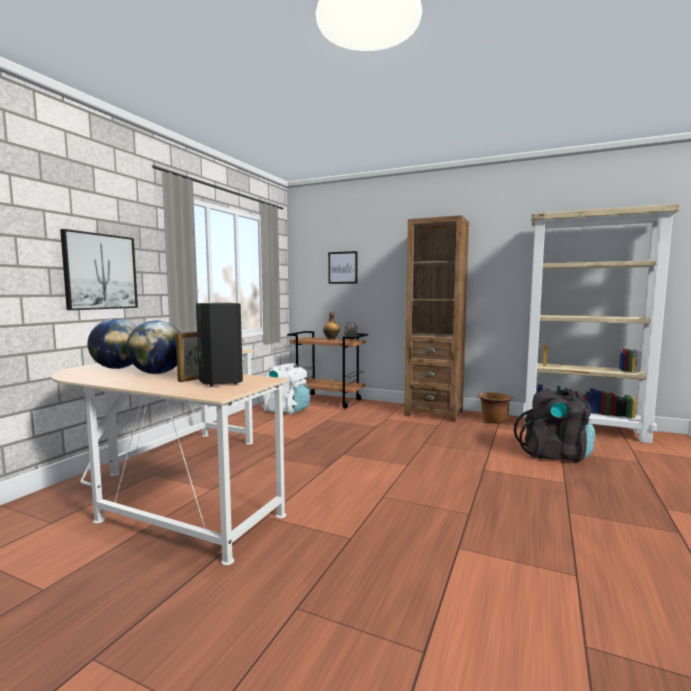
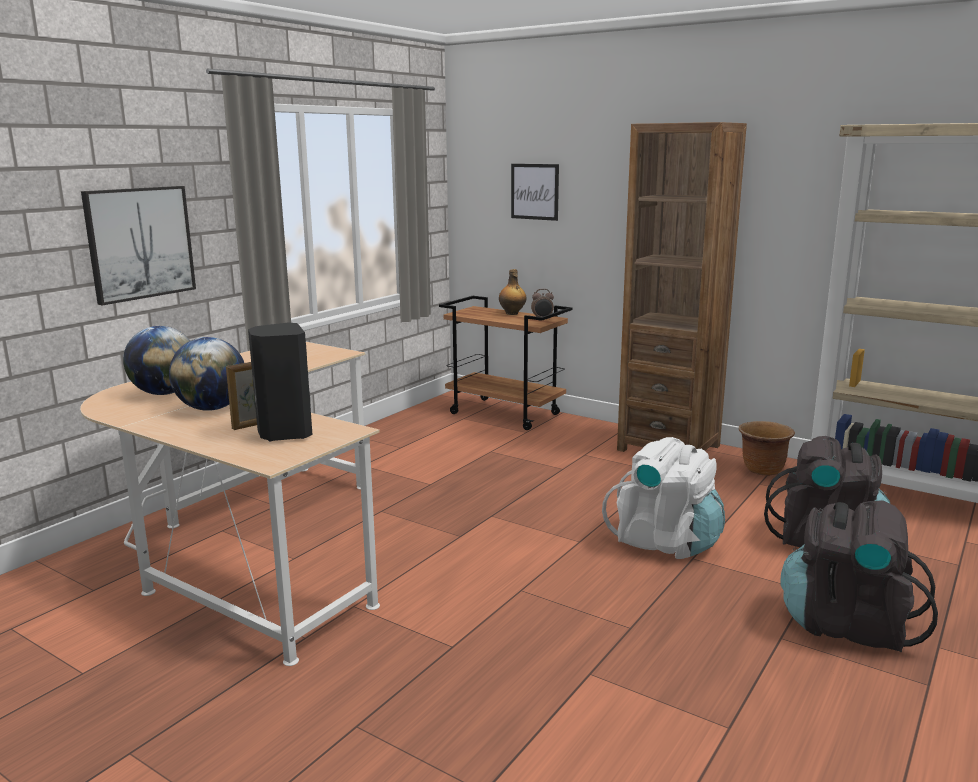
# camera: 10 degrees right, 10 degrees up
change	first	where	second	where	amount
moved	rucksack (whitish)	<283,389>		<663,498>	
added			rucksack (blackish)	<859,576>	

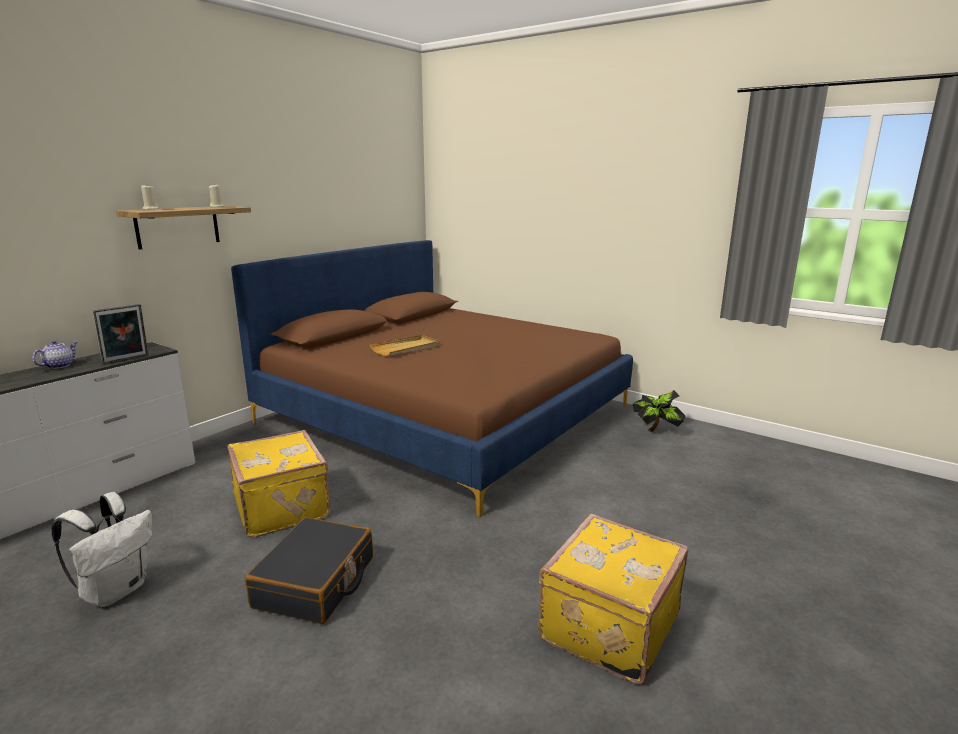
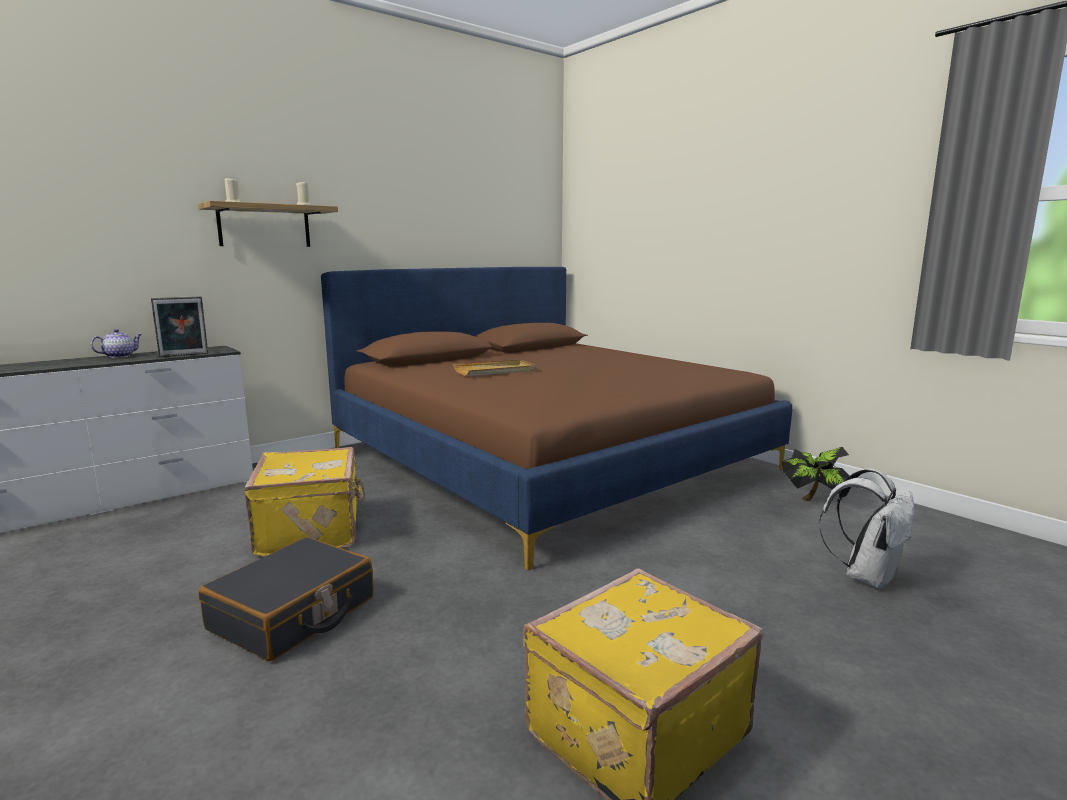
# camera: 15 degrees right, 5 degrees down
change	first	where	second	where	amount
moved	rucksack (whitish)	<101,549>		<866,528>	

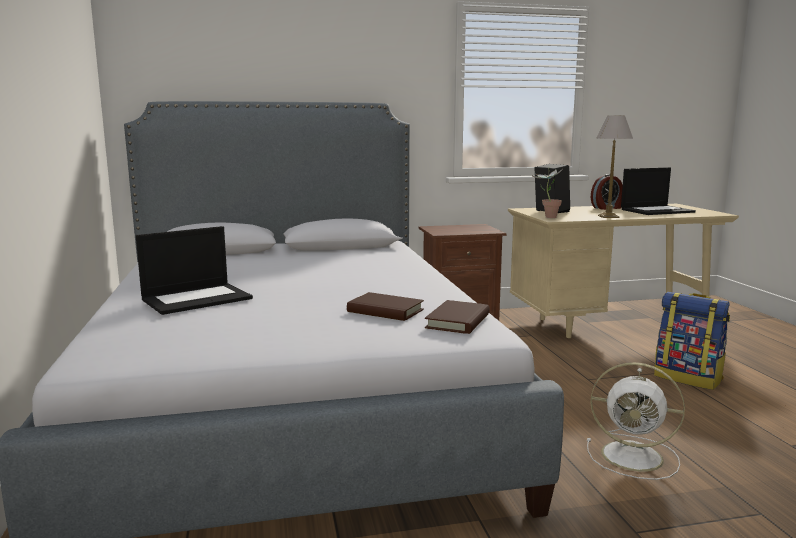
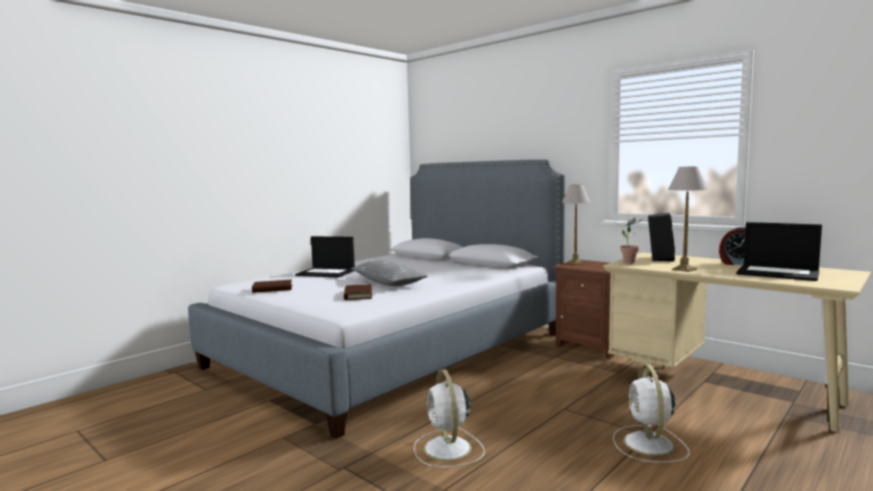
# camera: 55 degrees right, 5 degrees down
change	first	where	second	where	amount
replaced	rucksack	<692,341>	electric fan (whitish)	<651,414>	
moved	volume (brownish)	<457,317>		<272,286>	
added			lamp for a table	<576,225>	
added			throw pillow (greyish)	<389,273>	

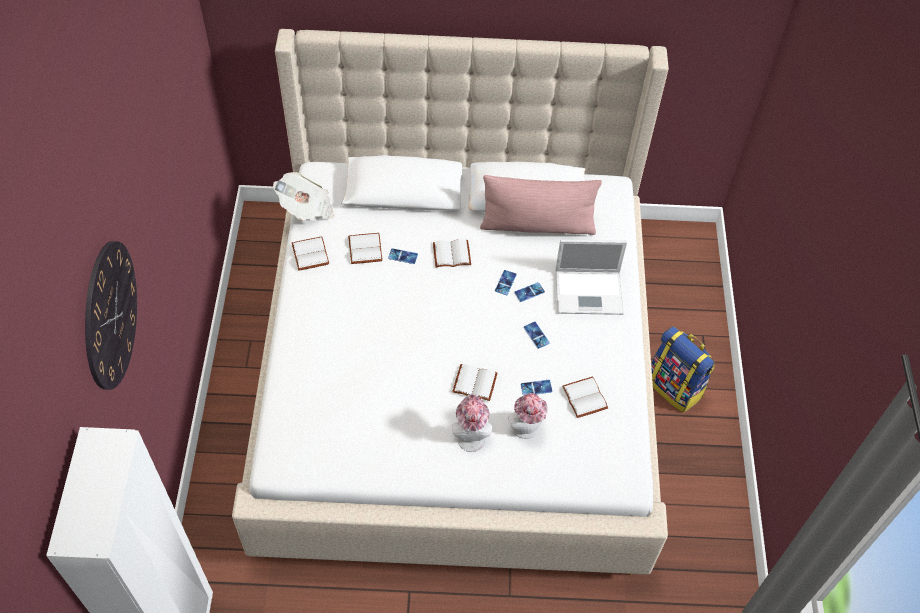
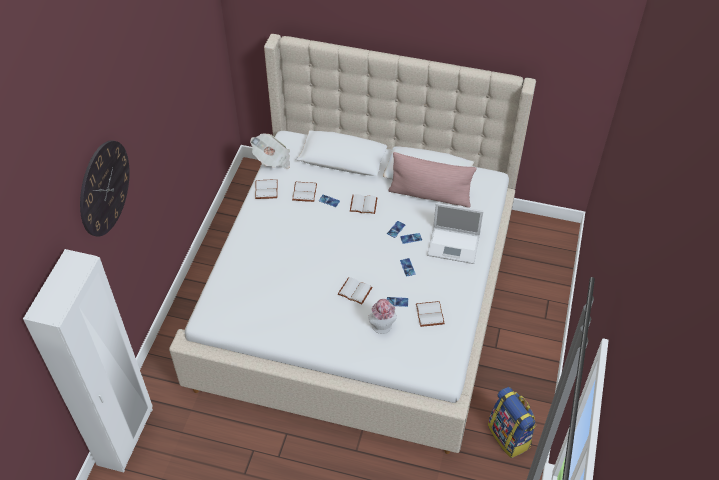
# camera: 15 degrees right, 5 degrees down
change	first	where	second	where	amount
moved	rucksack	<683,370>		<512,422>	
removed	clothing hat	<472,423>			

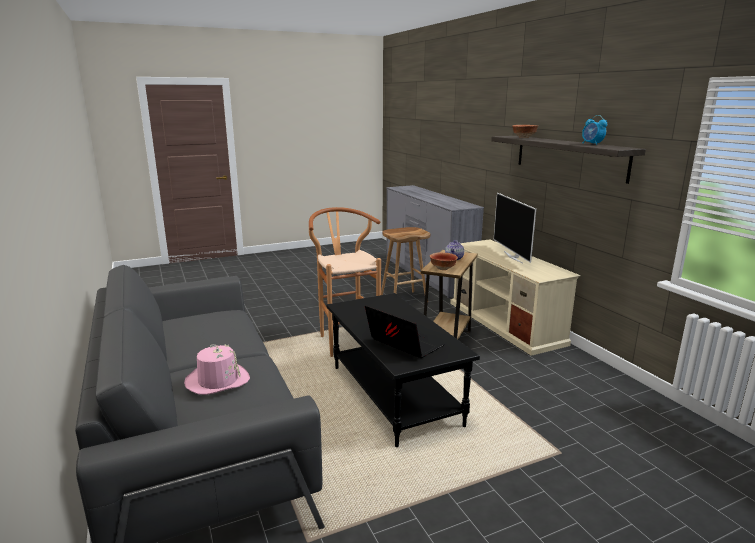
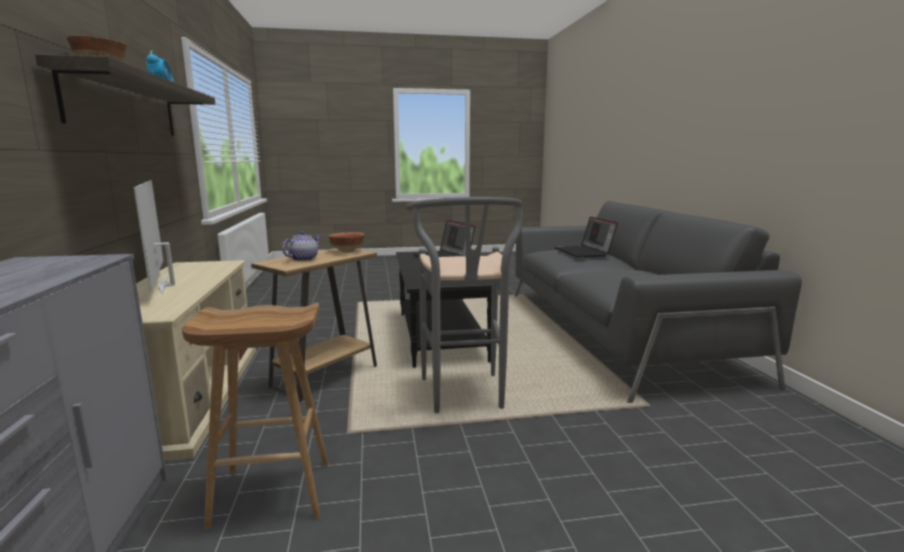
# camera: 165 degrees left, 5 degrees down
change	first	where	second	where	amount
turned	television	<515,228>		<154,237>	150 degrees clockwise
recoloured	stool seat (brownish)	<345,282>	stool seat (greyish)	<464,305>	
replaced	clothing hat (pinkish)	<217,369>	portable computer	<586,237>	

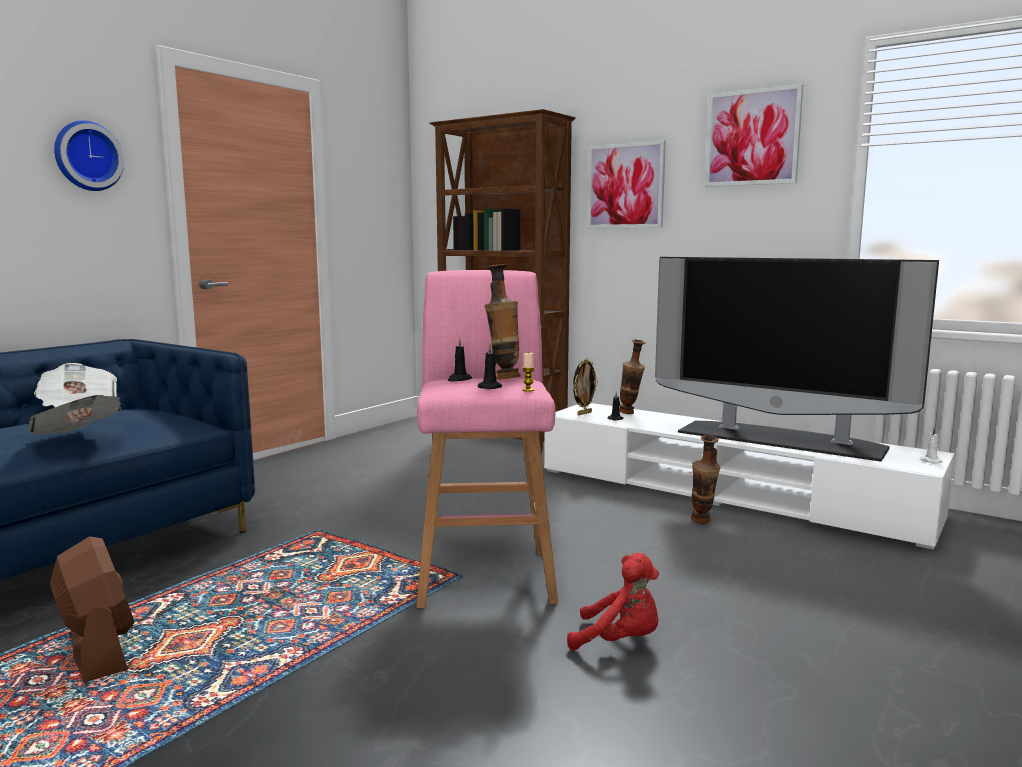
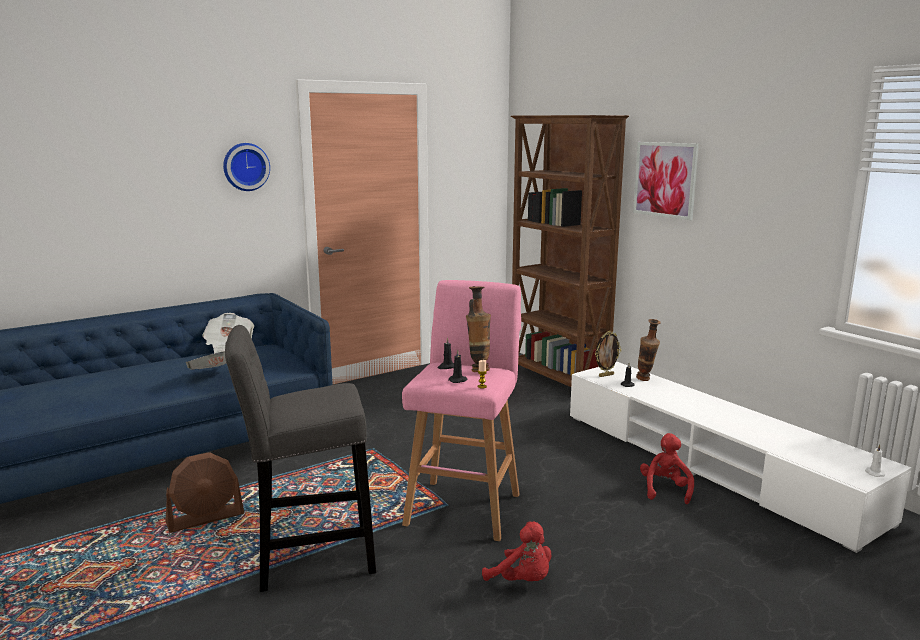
# camera: 20 degrees right, 5 degrees up
change	first	where	second	where	amount
removed	picture	<754,135>			
removed	television	<797,359>			
replaced	vase	<705,479>	cuddly toy (red-coloured)	<667,468>	
turned	electric fan (brownish)	<92,609>		<204,492>	75 degrees clockwise
added			stool seat (greyish)	<300,458>	

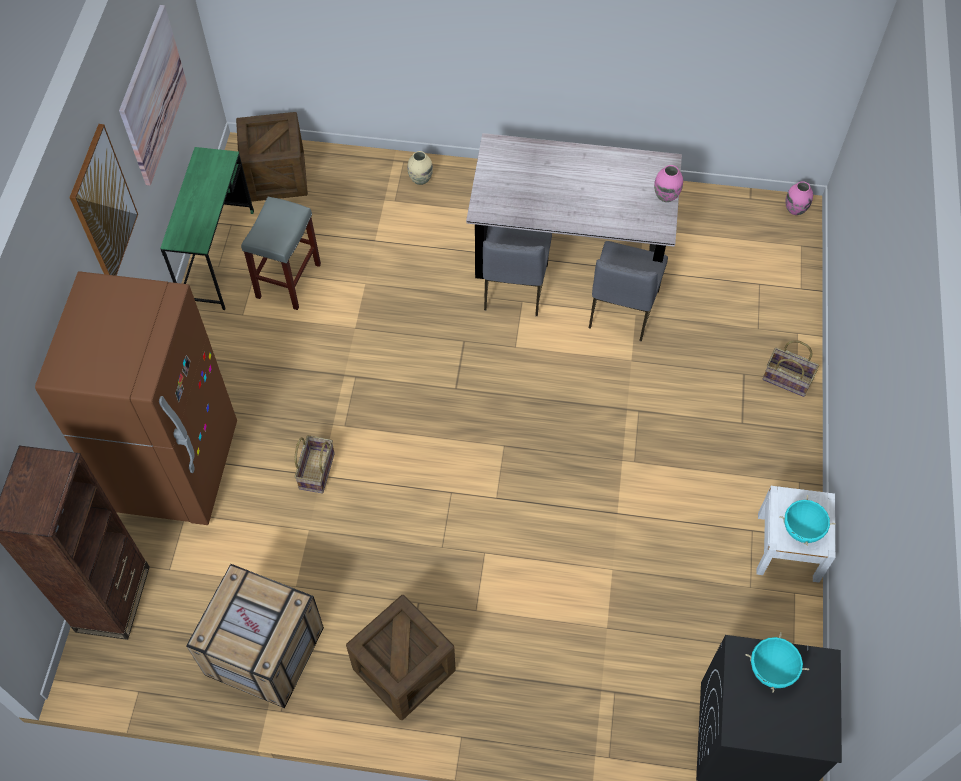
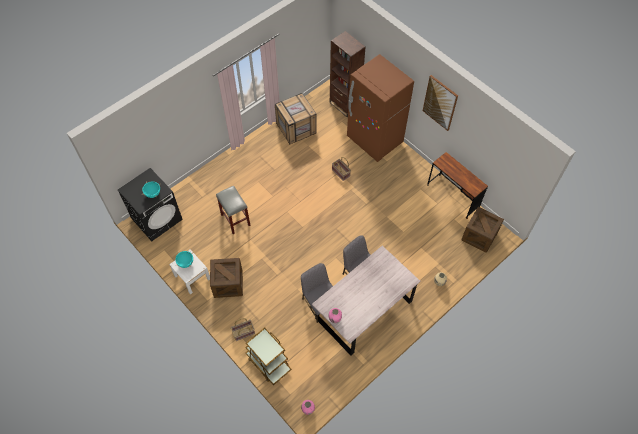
# camera: 130 degrees right, 0 degrees up
change	first	where	second	where	amount
removed	picture	<153,95>			
recoloured	desk unit (green)	<207,228>	desk unit (brownish)	<457,185>	
moved	stool seat (greyish)	<281,253>		<233,210>	
moved	shipping crate	<401,657>		<226,278>	
added			cart (brownish)	<268,356>	

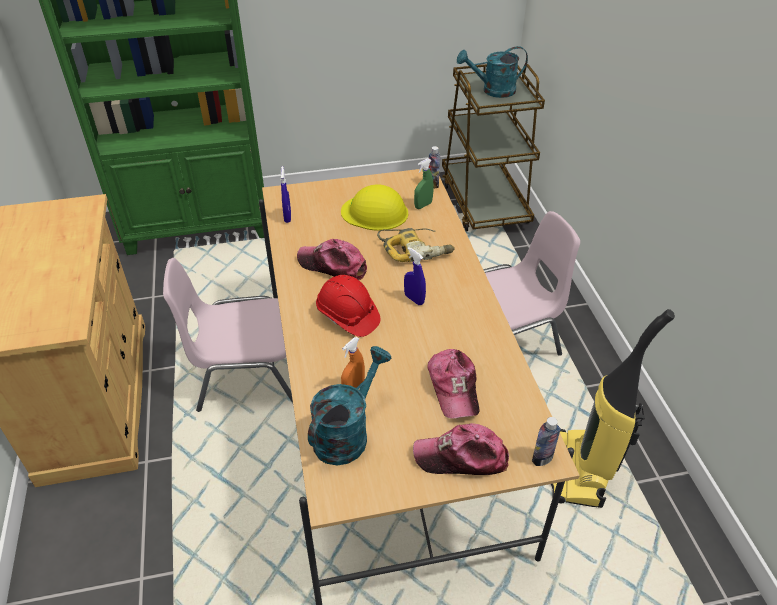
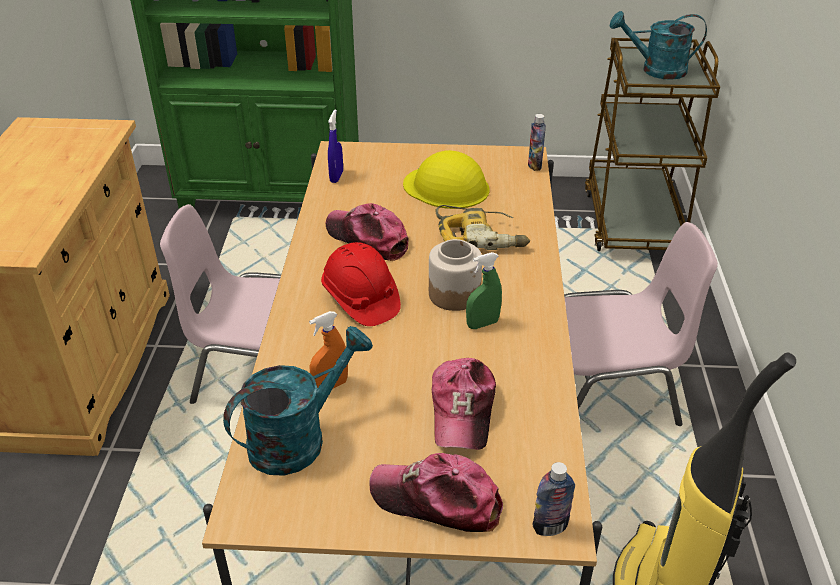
# camera: 15 degrees right, 5 degrees down
change	first	where	second	where	amount
moved	spray bottle (green)	<424,183>		<484,290>	
replaced	spray bottle (bluish)	<415,276>	storage jar	<455,275>	

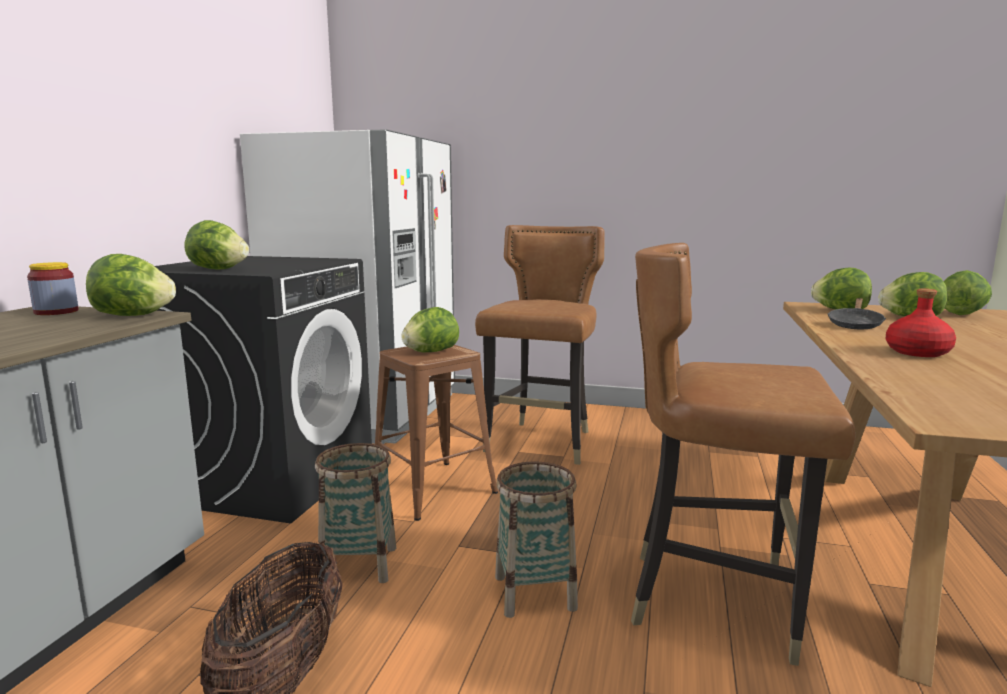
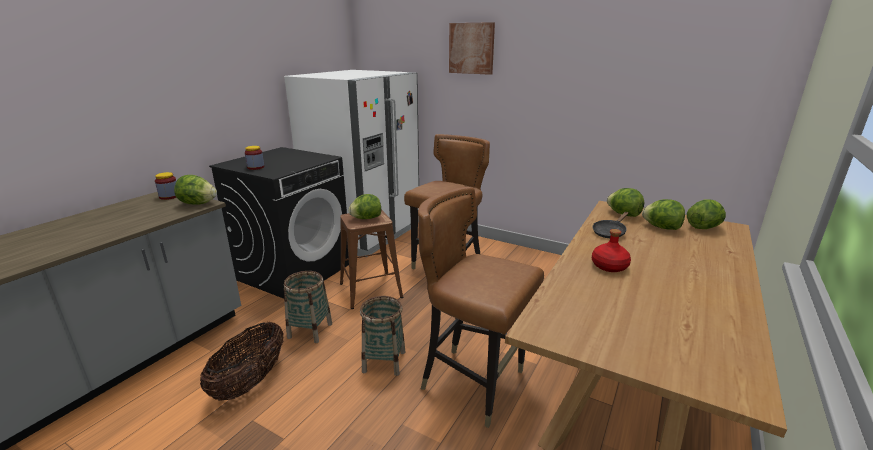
# camera: 15 degrees right, 10 degrees up
change	first	where	second	where	amount
replaced	head of lettuce	<216,244>	storage jar	<254,158>	
added			picture	<472,48>	

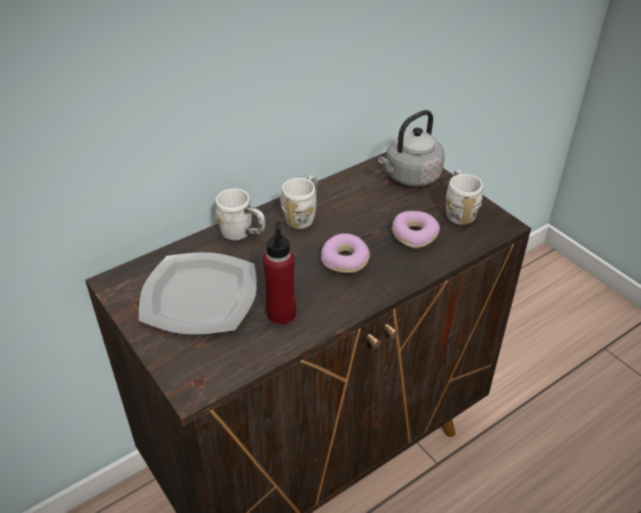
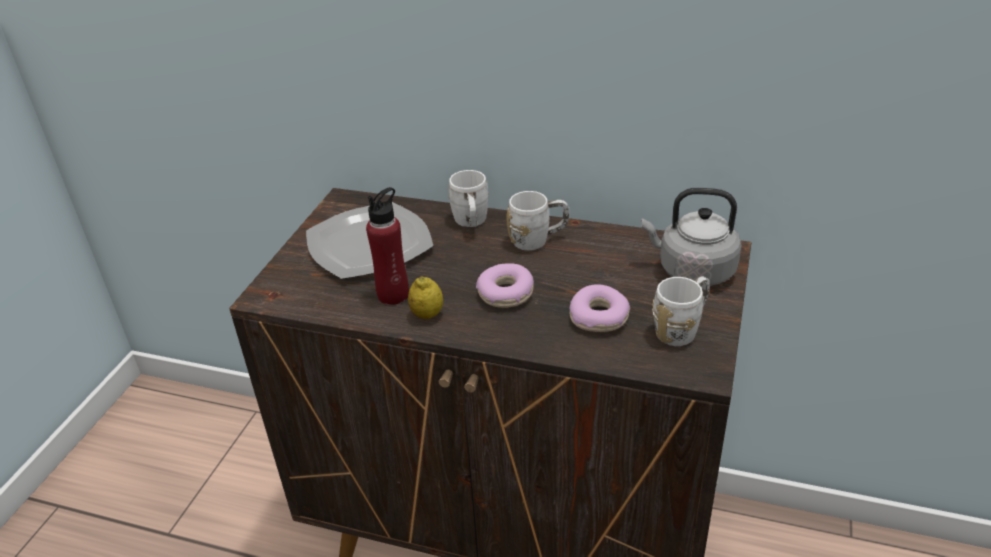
# camera: 55 degrees right, 5 degrees down
change	first	where	second	where	amount
added			citrus fruit	<425,298>	

